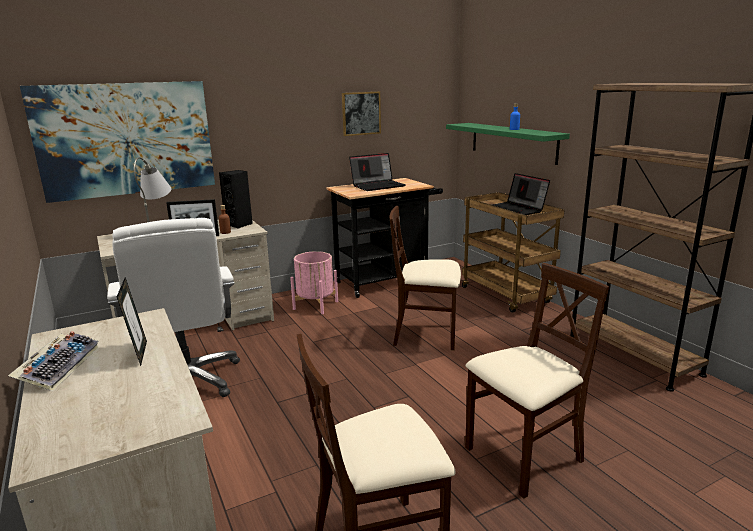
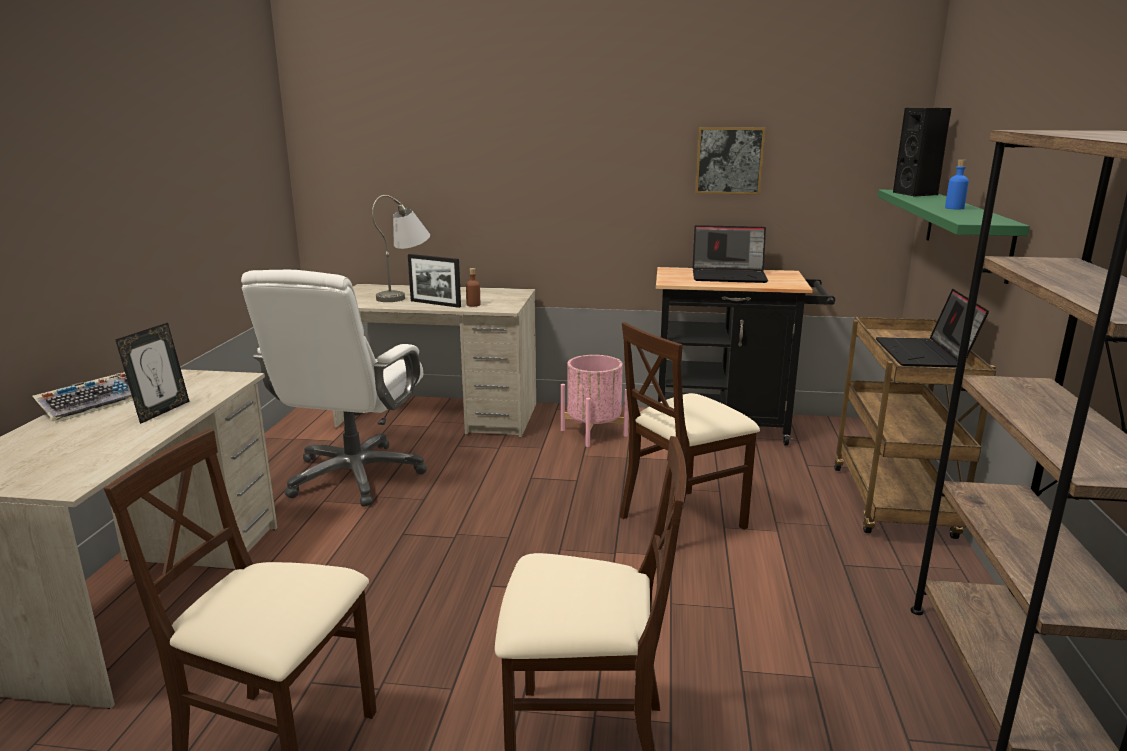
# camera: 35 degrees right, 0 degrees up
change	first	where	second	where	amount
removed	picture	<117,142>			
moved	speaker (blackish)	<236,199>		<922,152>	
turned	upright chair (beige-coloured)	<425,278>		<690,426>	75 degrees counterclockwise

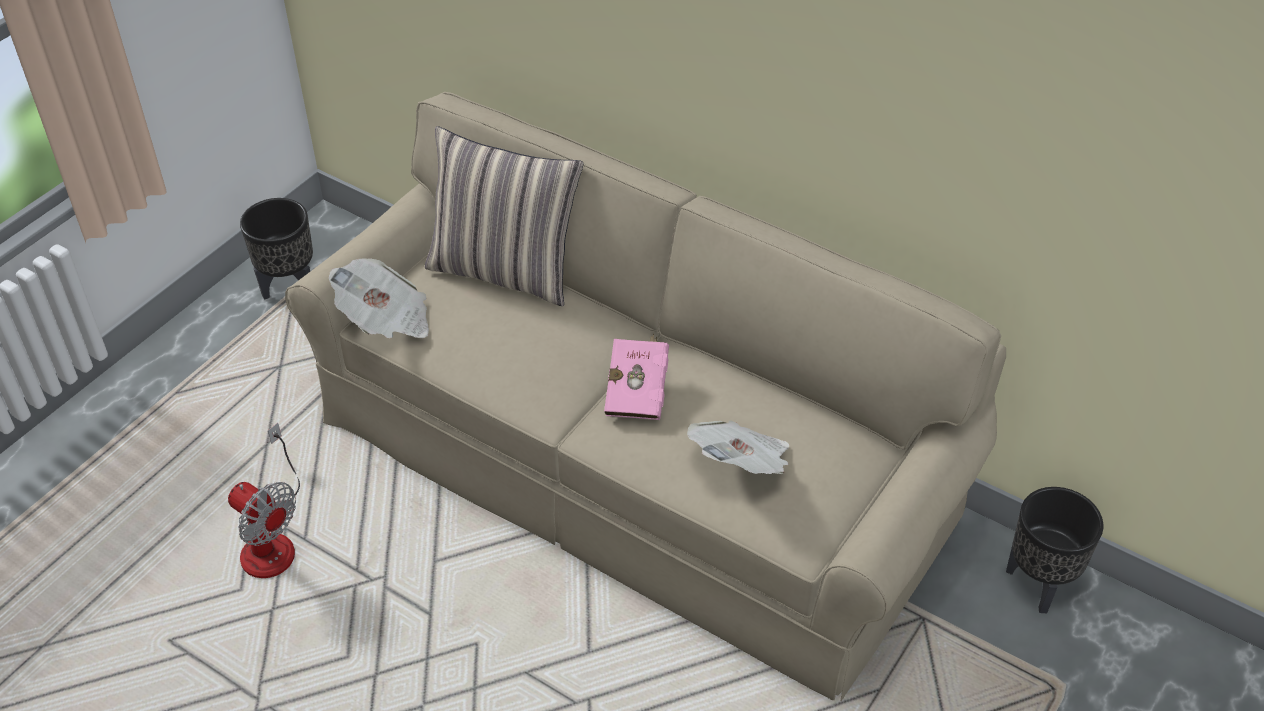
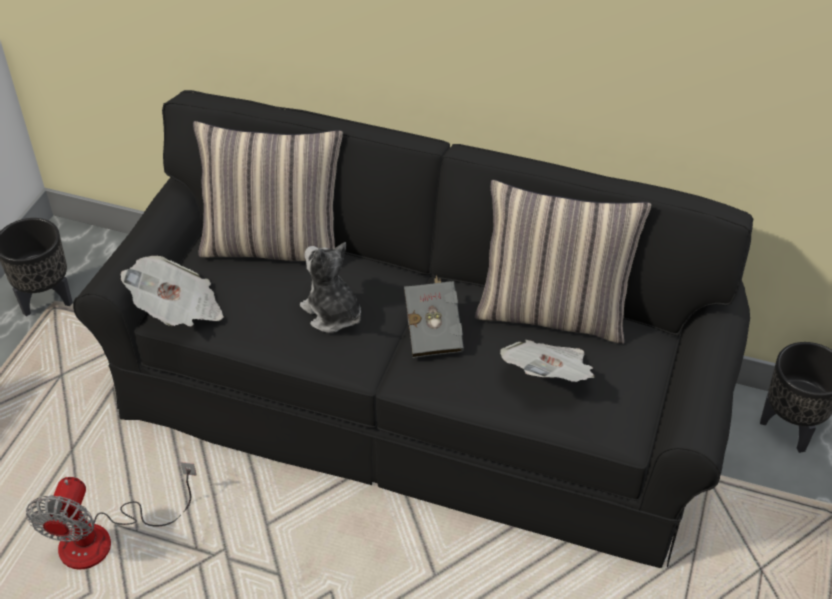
# camera: 15 degrees left, 0 degrees up
change	first	where	second	where	amount
recoloured	settee (beige-coloured)	<645,397>	settee (blackish)	<413,329>	
recoloured	volume (pinkish)	<636,377>	volume (greyish)	<434,317>	
turned	electric fan	<264,500>		<111,515>	75 degrees clockwise
added			throw pillow	<563,262>	
added			cuddly toy	<330,287>	

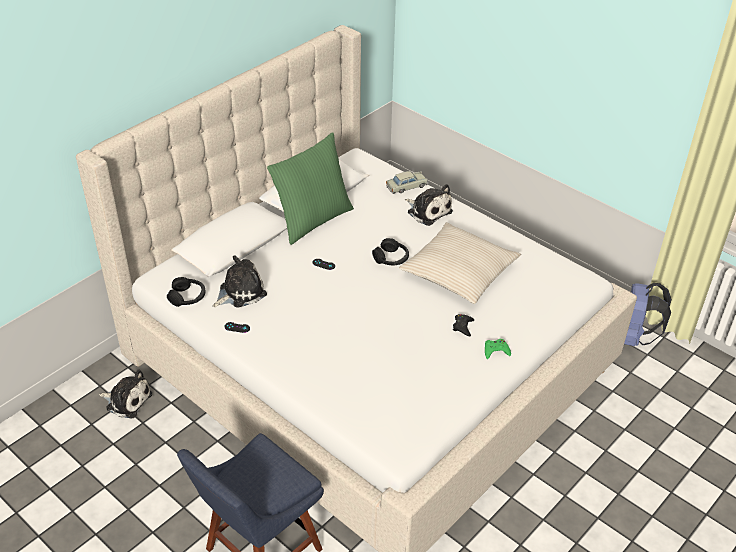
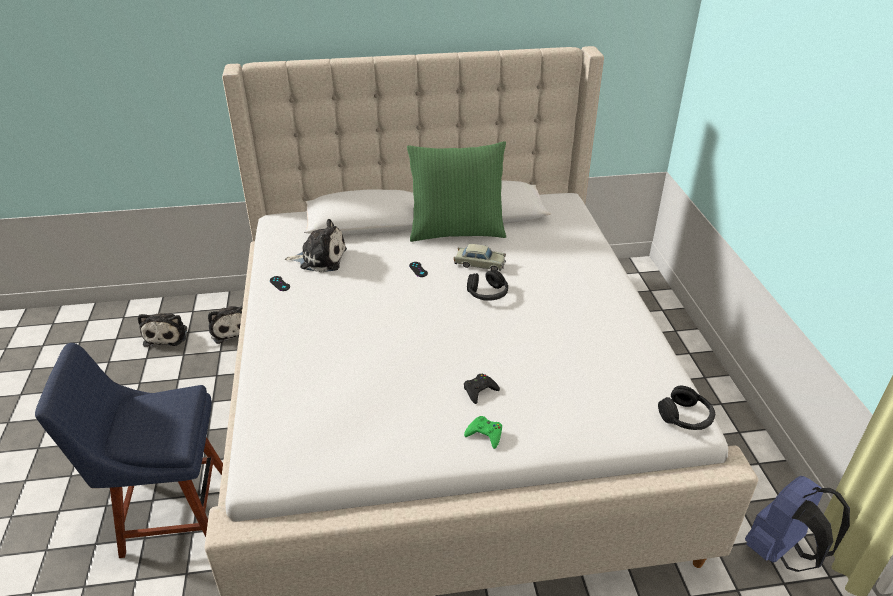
# camera: 40 degrees right, 5 degrees down
change	first	where	second	where	amount
moved	toy car (beige-coloured)	<407,182>		<480,257>	
moved	cuddly toy	<429,205>		<162,330>	
removed	throw pillow (beige-coloured)	<460,263>			
moved	headphones (blackish)	<186,292>		<686,408>	

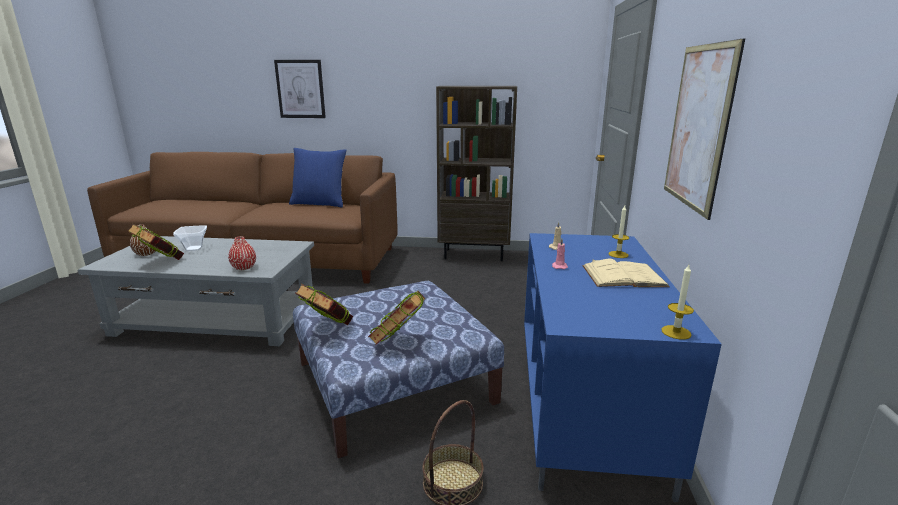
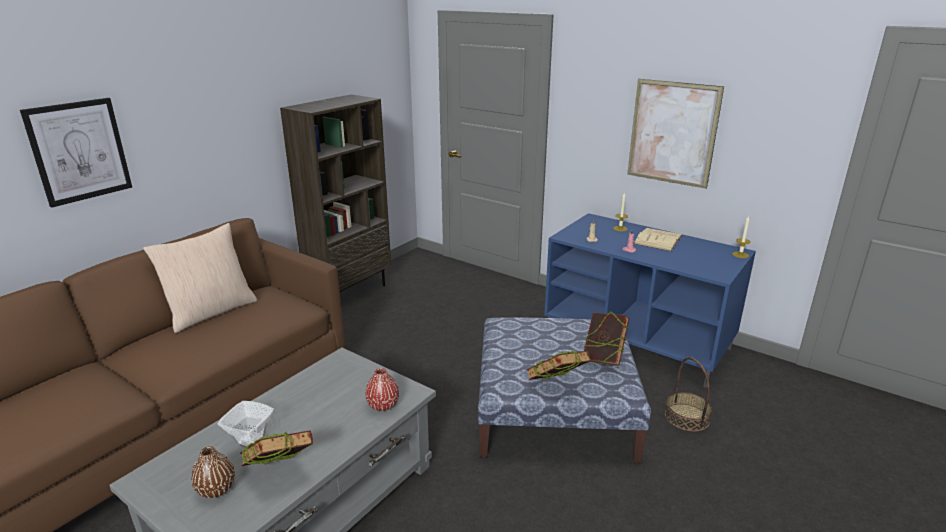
# camera: 60 degrees left, 5 degrees up
change	first	where	second	where	amount
recoloured	throw pillow (bluish)	<318,178>	throw pillow (beige-coloured)	<200,278>	

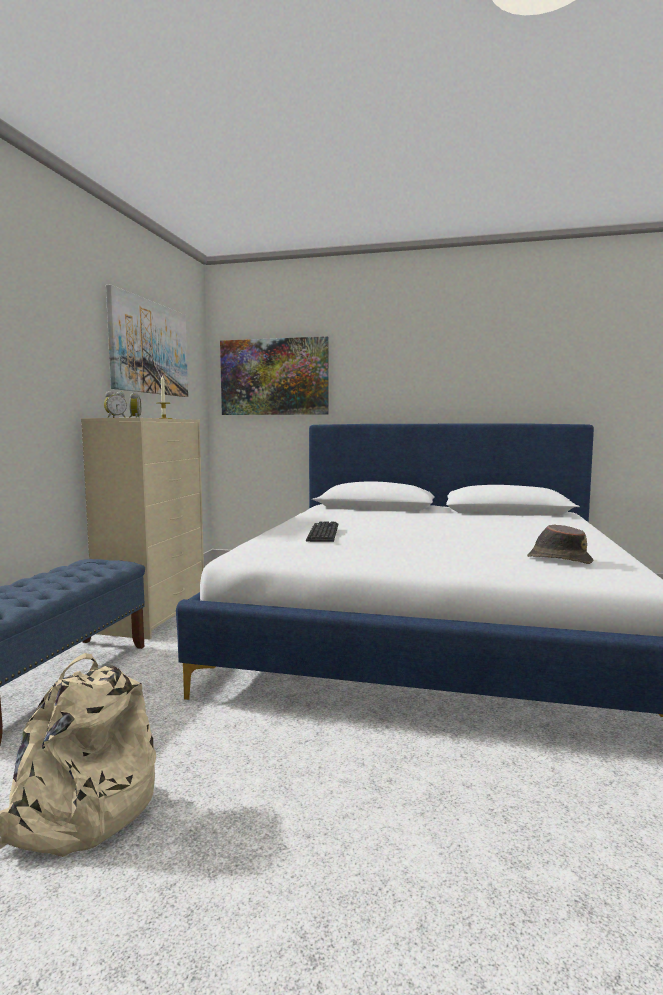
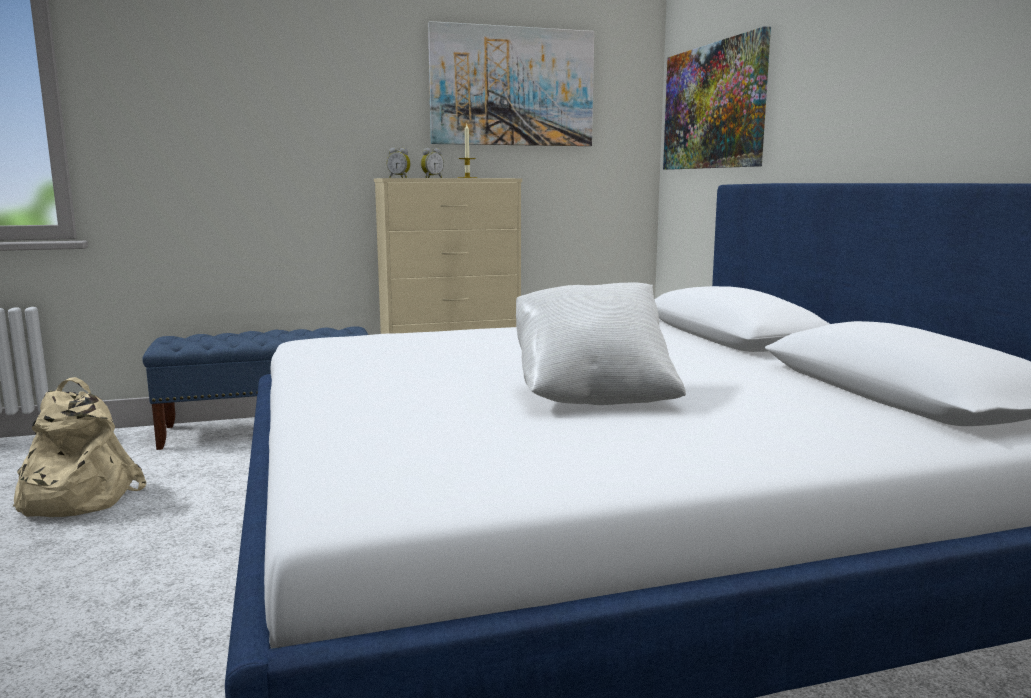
# camera: 60 degrees right, 5 degrees up
change	first	where	second	where	amount
removed	PC keyboard	<322,531>			
removed	clothing hat (brownish)	<560,544>			
added			throw pillow (whitish)	<601,344>	

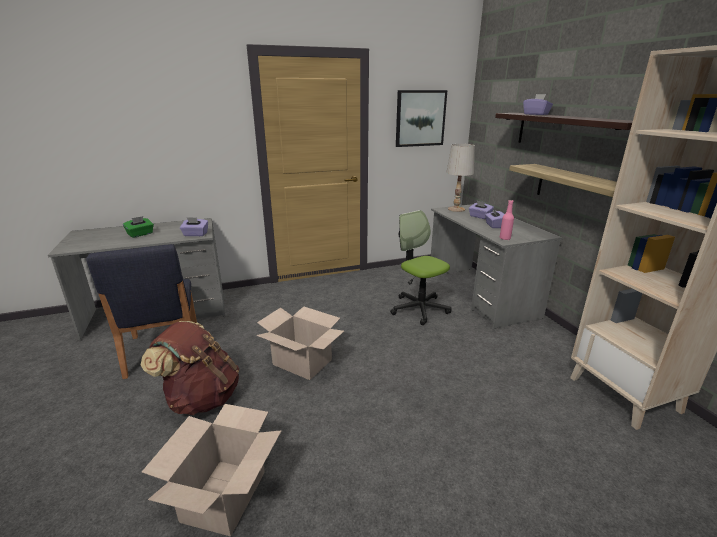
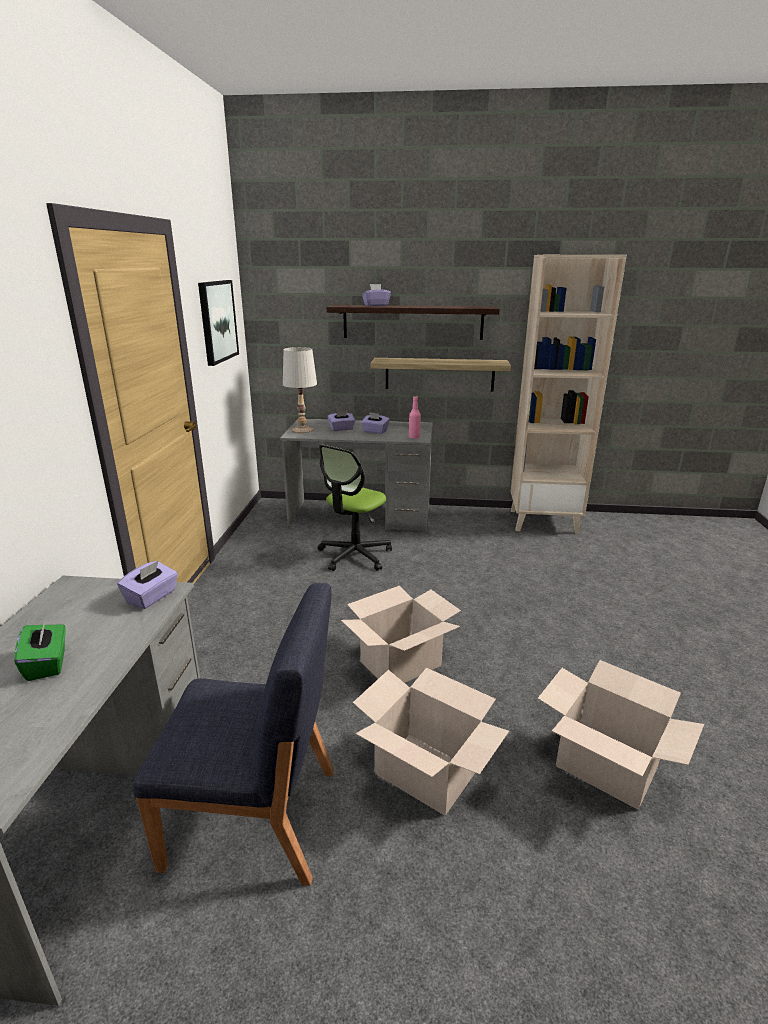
# camera: 65 degrees left, 0 degrees up
change	first	where	second	where	amount
turned	desk chair	<420,267>		<355,508>	45 degrees counterclockwise
replaced	rucksack (brownish)	<190,368>	carton	<431,742>	

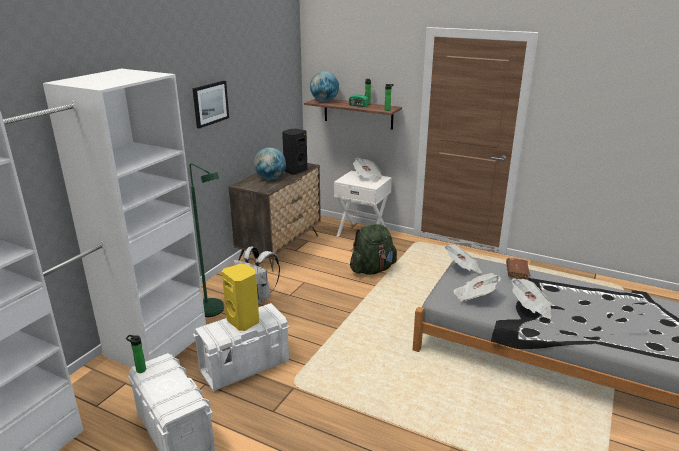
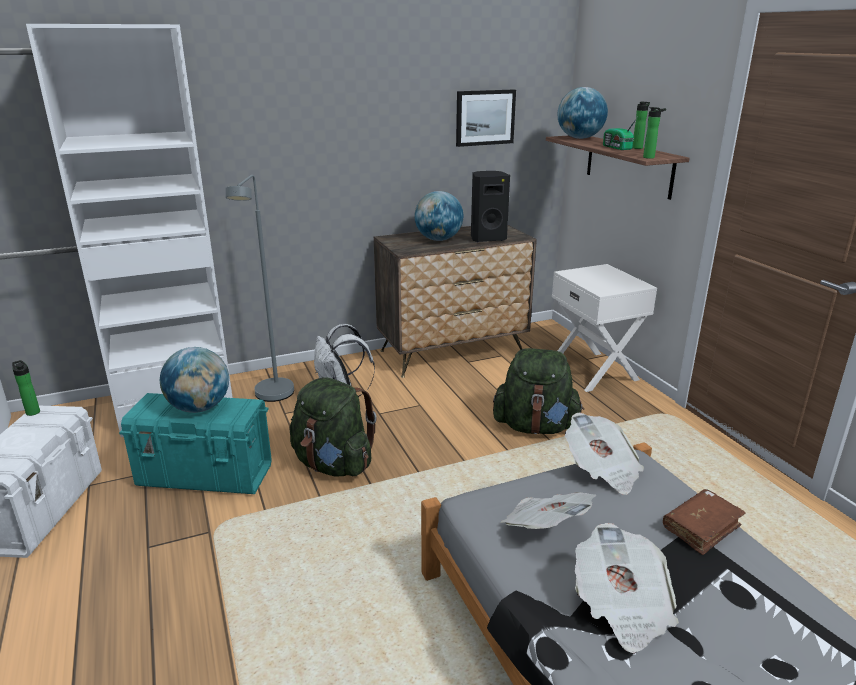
# camera: 40 degrees right, 0 degrees up
change	first	where	second	where	amount
moved	picture	<210,104>		<486,118>	
removed	newspaper	<368,170>			
recoloured	standing lamp (green)	<207,240>	standing lamp (greyish)	<260,288>	
replaced	speaker (yellow-coloured)	<240,297>	desk globe	<194,380>	
recoloured	storage bin (whitish)	<241,347>	storage bin (turquoise)	<195,443>	
added			rucksack (green)	<333,426>	

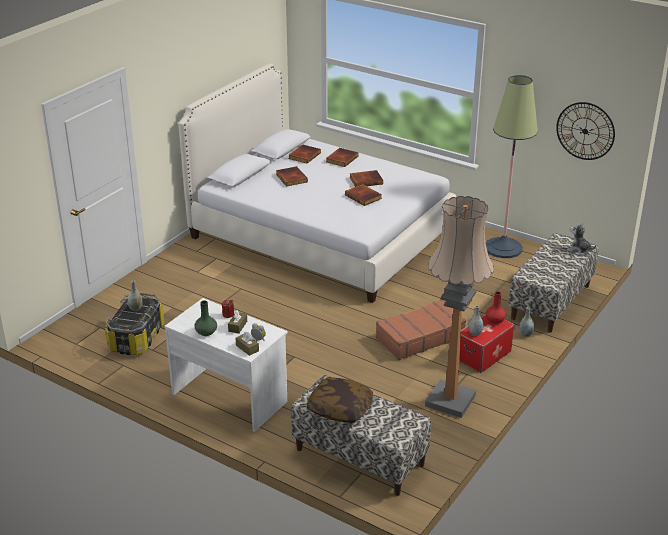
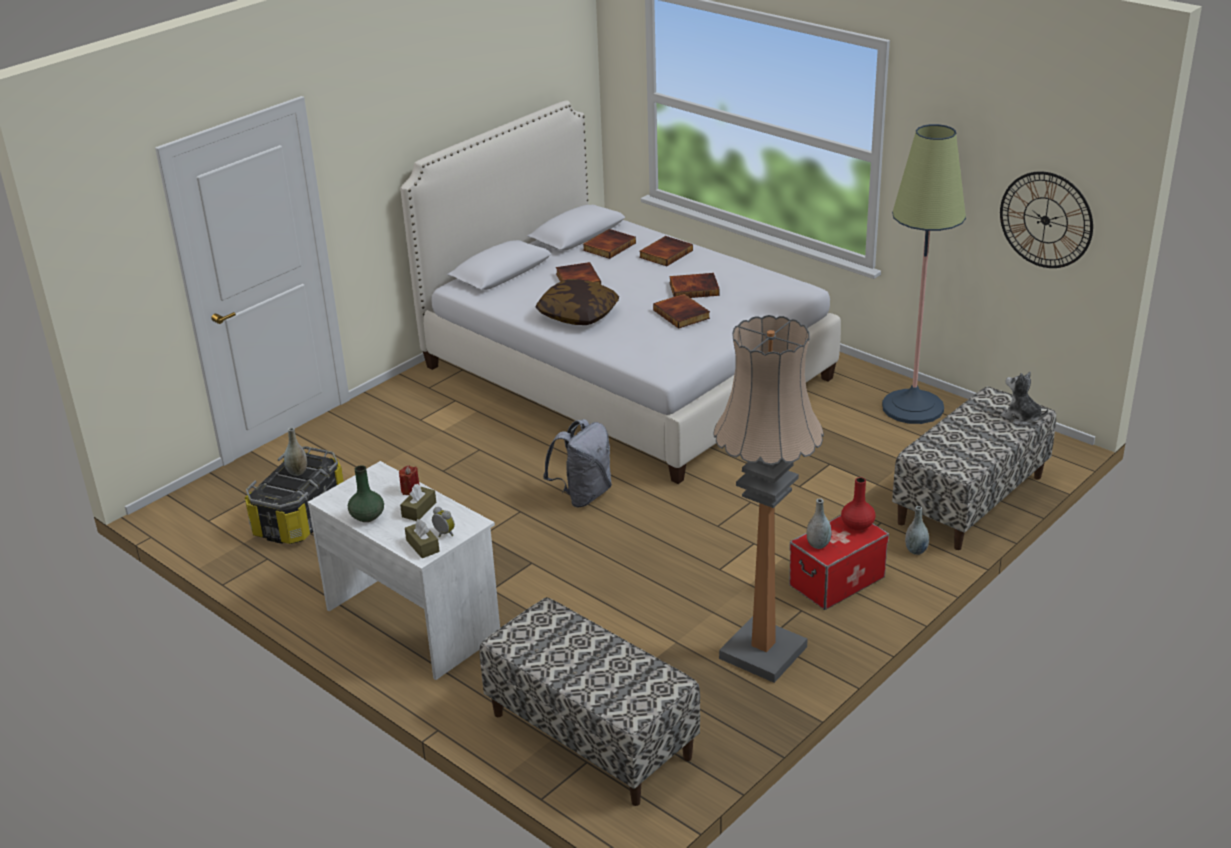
# camera: 10 degrees right, 0 degrees up
change	first	where	second	where	amount
removed	suitcase (brownish)	<421,330>			
moved	throw pillow	<340,400>		<577,302>	
added			rucksack (greyish)	<577,463>	

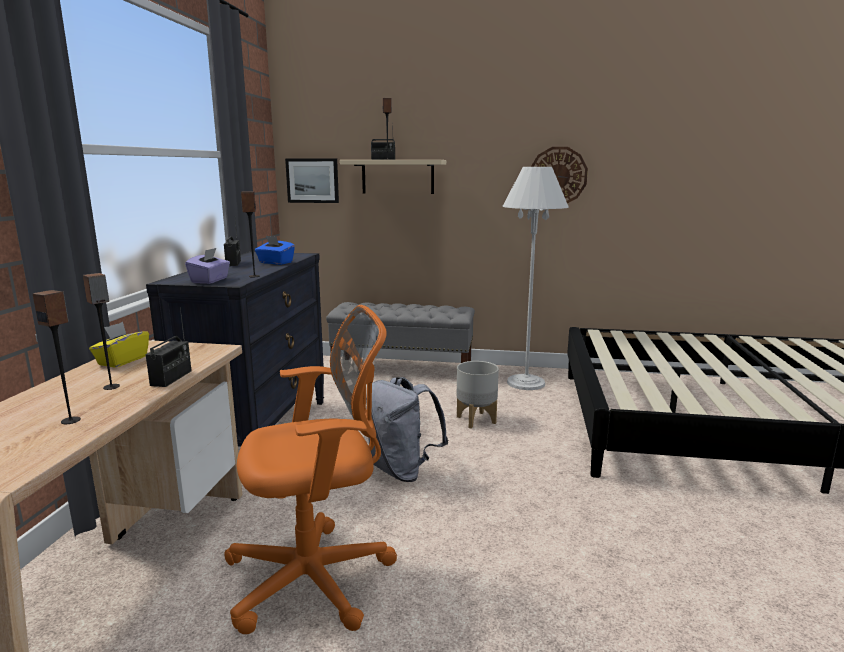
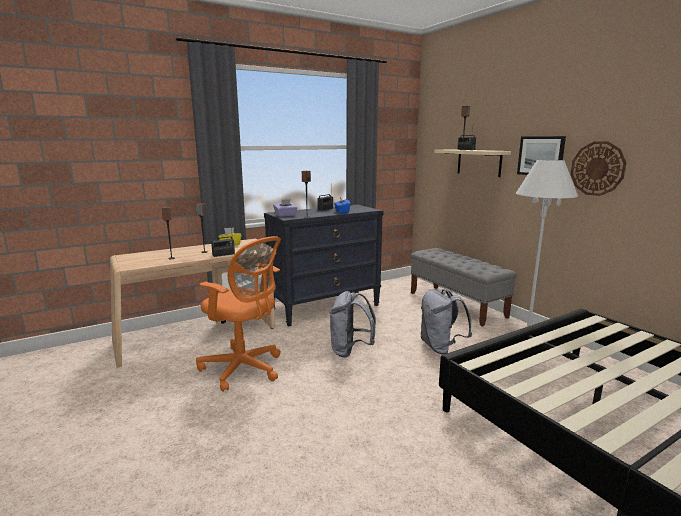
# camera: 50 degrees right, 0 degrees up
change	first	where	second	where	amount
moved	picture	<312,180>		<541,155>	
replaced	flower pot (greyish)	<478,395>	rucksack (greyish)	<446,322>	

